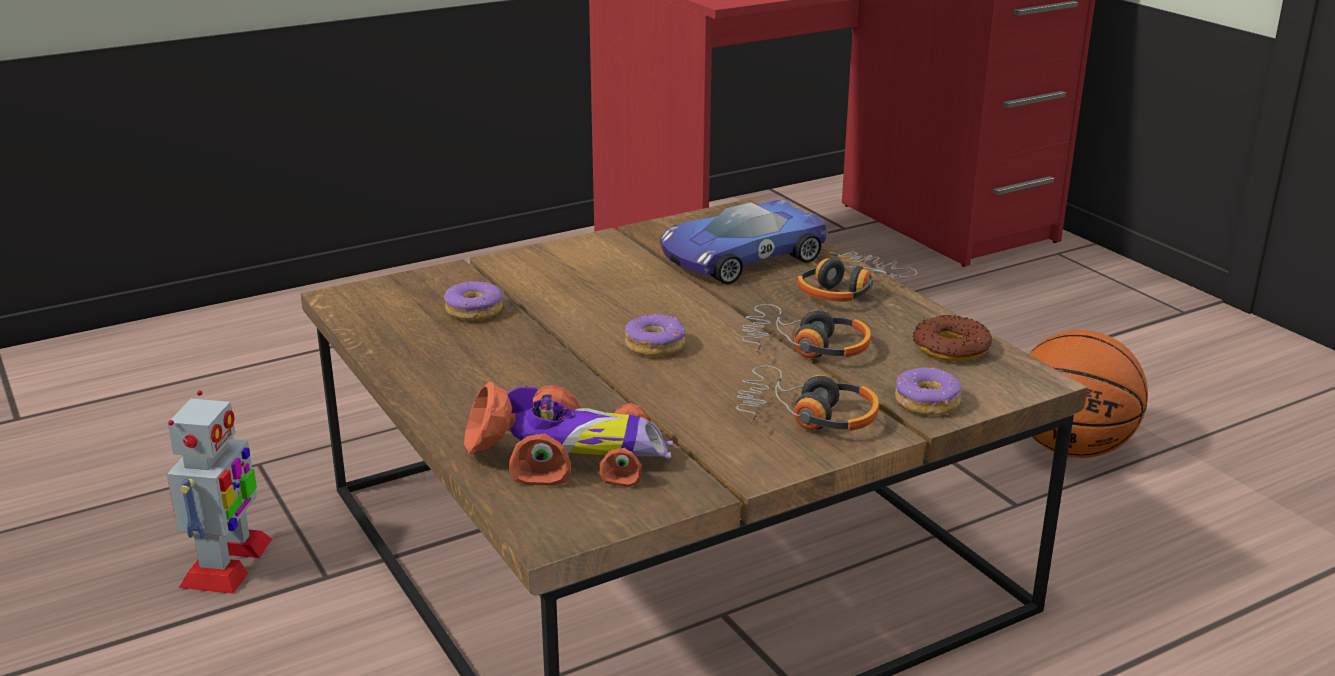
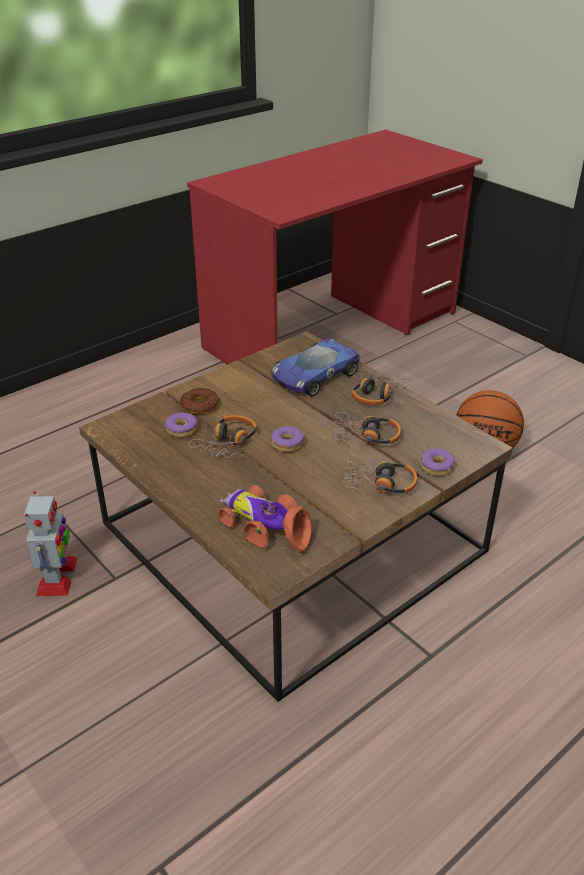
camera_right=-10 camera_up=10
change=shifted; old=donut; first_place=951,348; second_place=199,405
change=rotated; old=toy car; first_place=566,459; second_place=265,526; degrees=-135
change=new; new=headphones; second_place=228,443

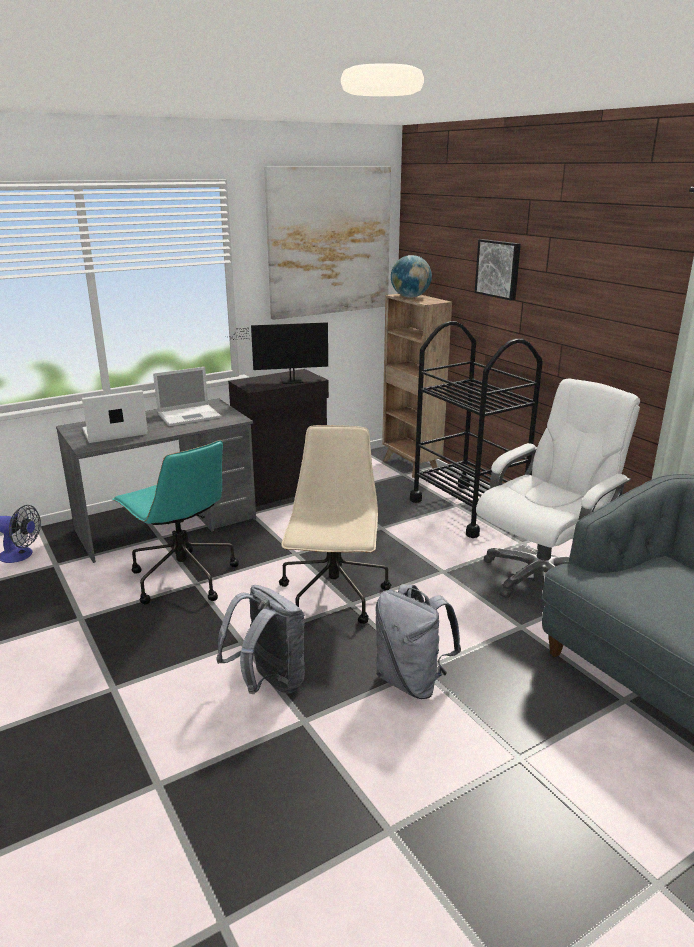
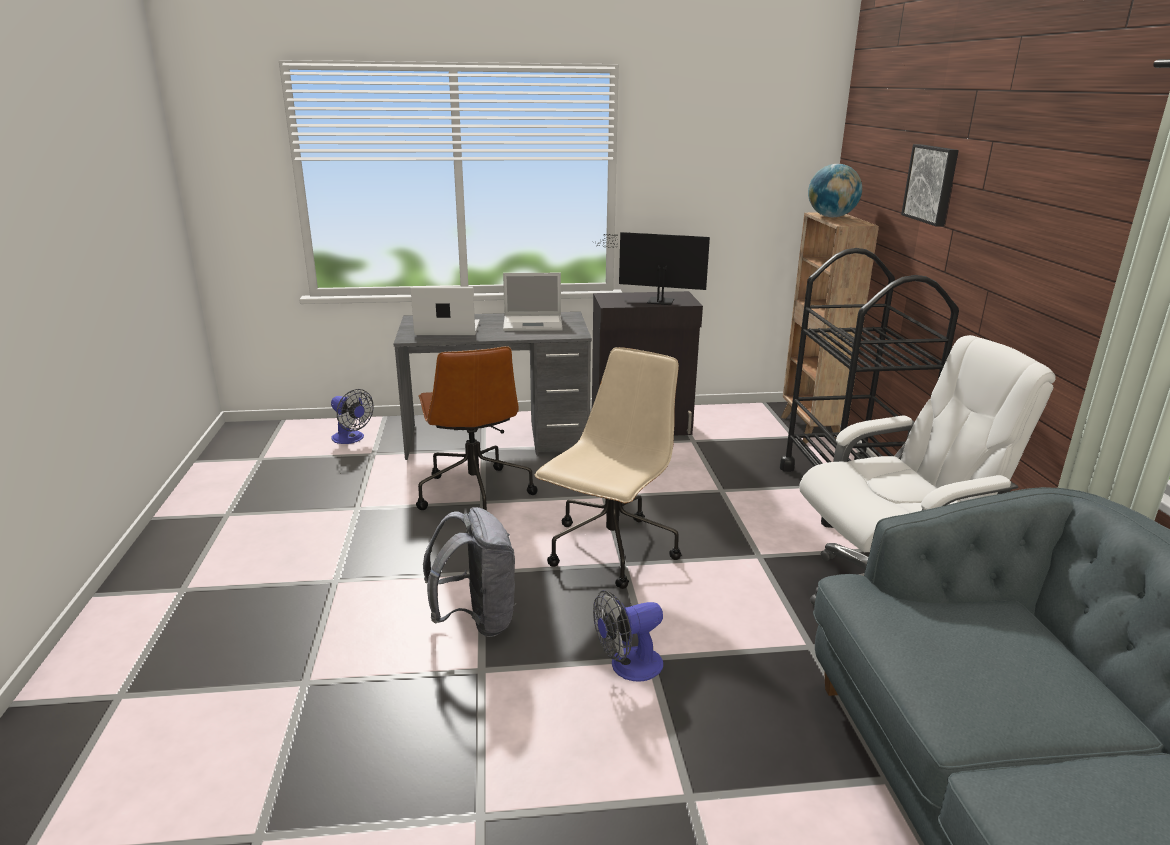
camera_right=25 camera_up=0
change=gone; old=picture; first_place=329,242
change=repainted; old=office chair (turquoise); new=office chair (brown); first_place=182,577; second_place=474,493
change=swapped; old=backpack (grey); new=fan; first_place=412,681; second_place=628,666

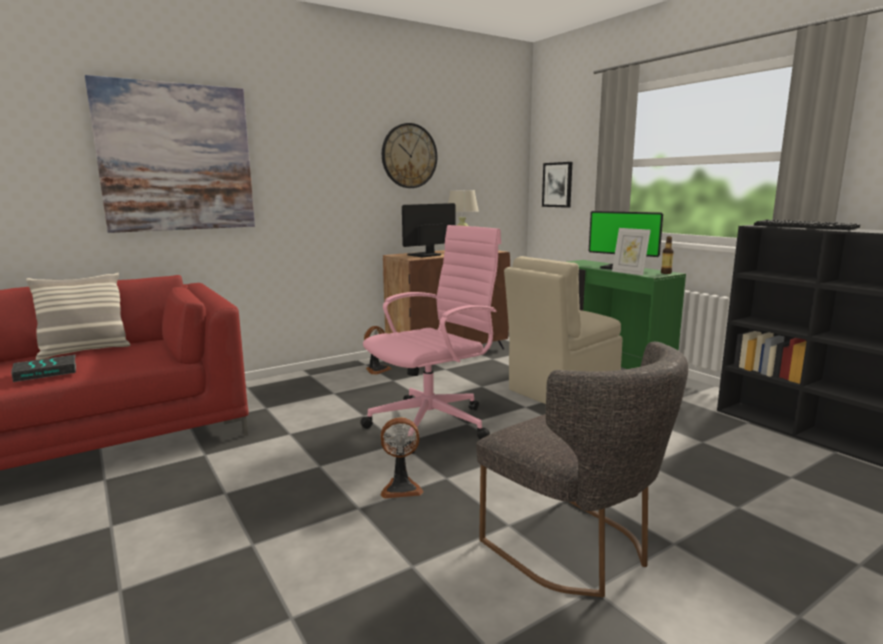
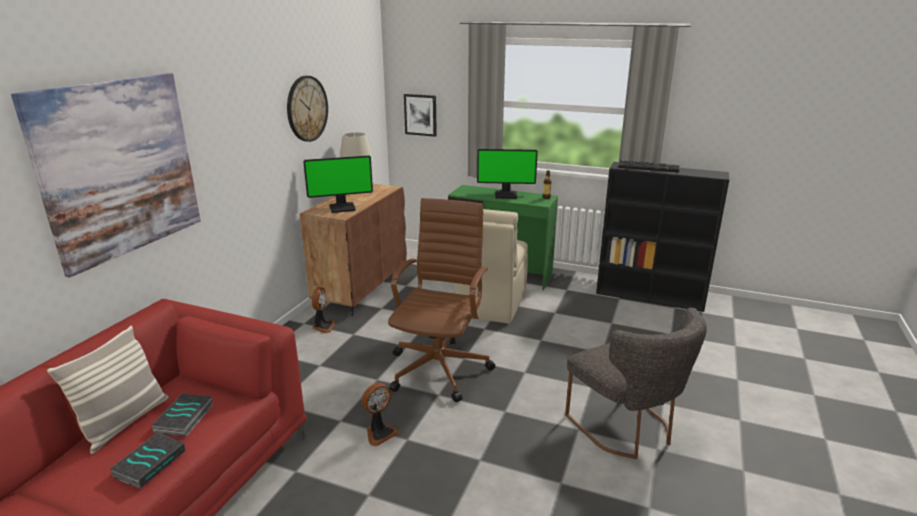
camera_right=-35 camera_up=10
change=rotated; old=monitor; first_place=424,255; second_place=342,207; degrees=-120
change=repainted; old=office chair (pink); new=office chair (brown); first_place=433,424; second_place=440,368
change=gone; old=picture frame; first_place=629,273
change=rotated; old=chair (grey); first_place=576,550; second_place=627,429; degrees=45
change=shifted; old=fan; first_place=401,488; second_place=379,433
change=new; new=book; second_place=185,419

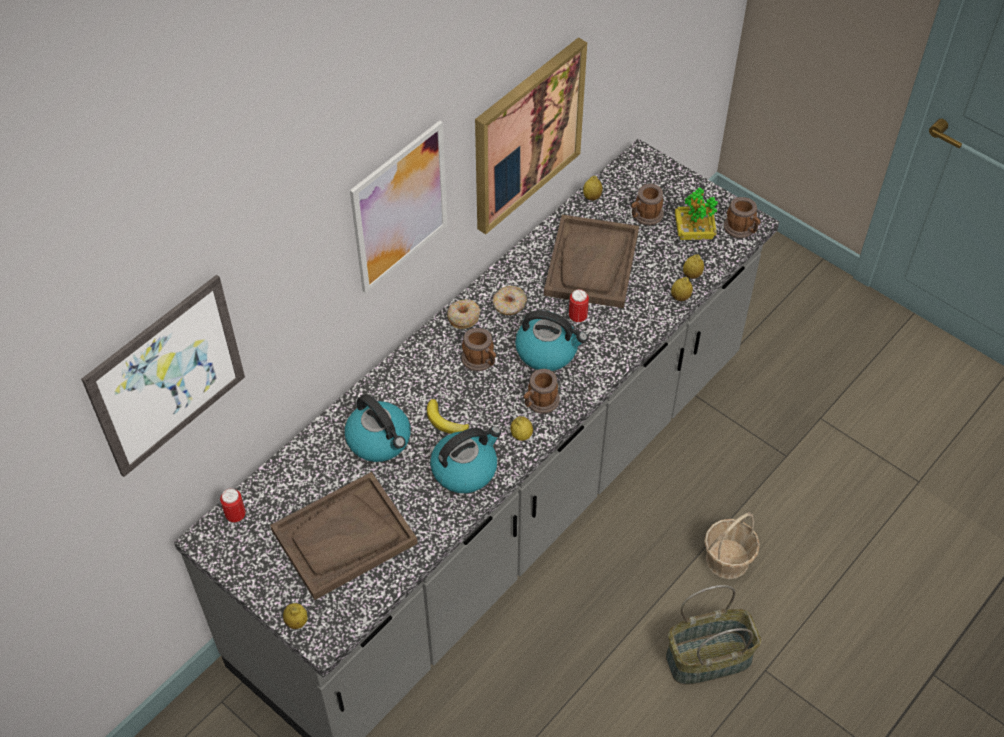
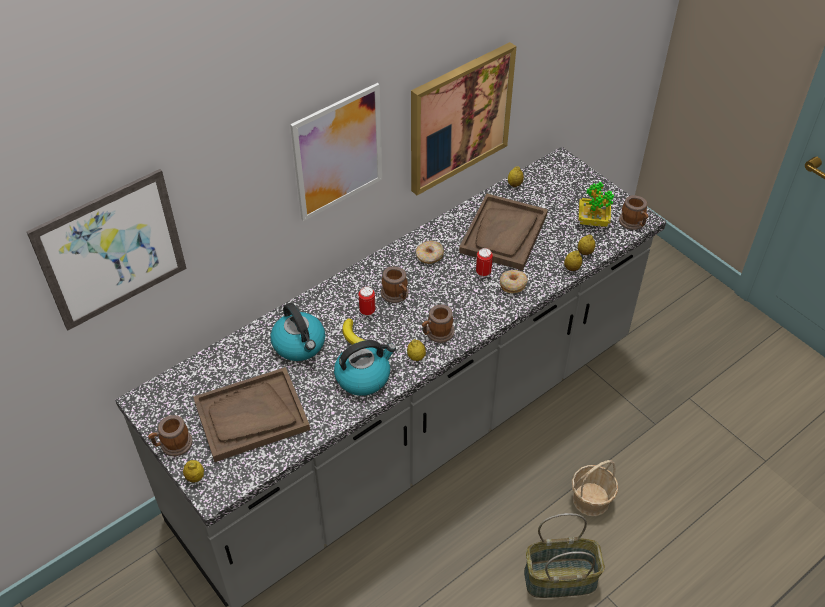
camera_right=10 camera_up=-5
change=shifted; old=mug; first_place=645,216; second_place=173,445
change=shifted; old=donut; first_place=463,317; second_place=512,284
change=gone; old=kettle; first_place=548,351
change=shifted; old=can; first_place=236,515; second_place=367,311

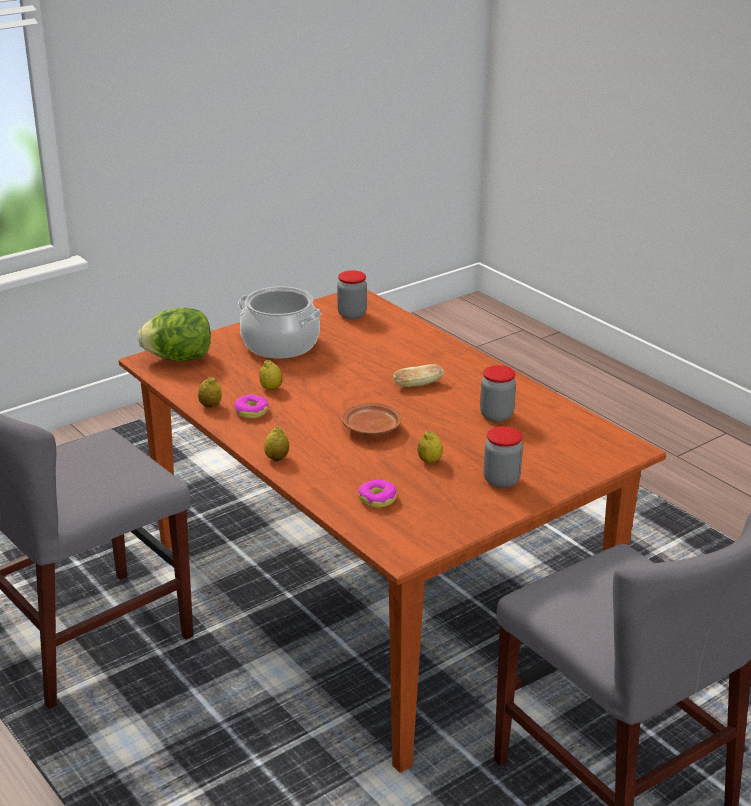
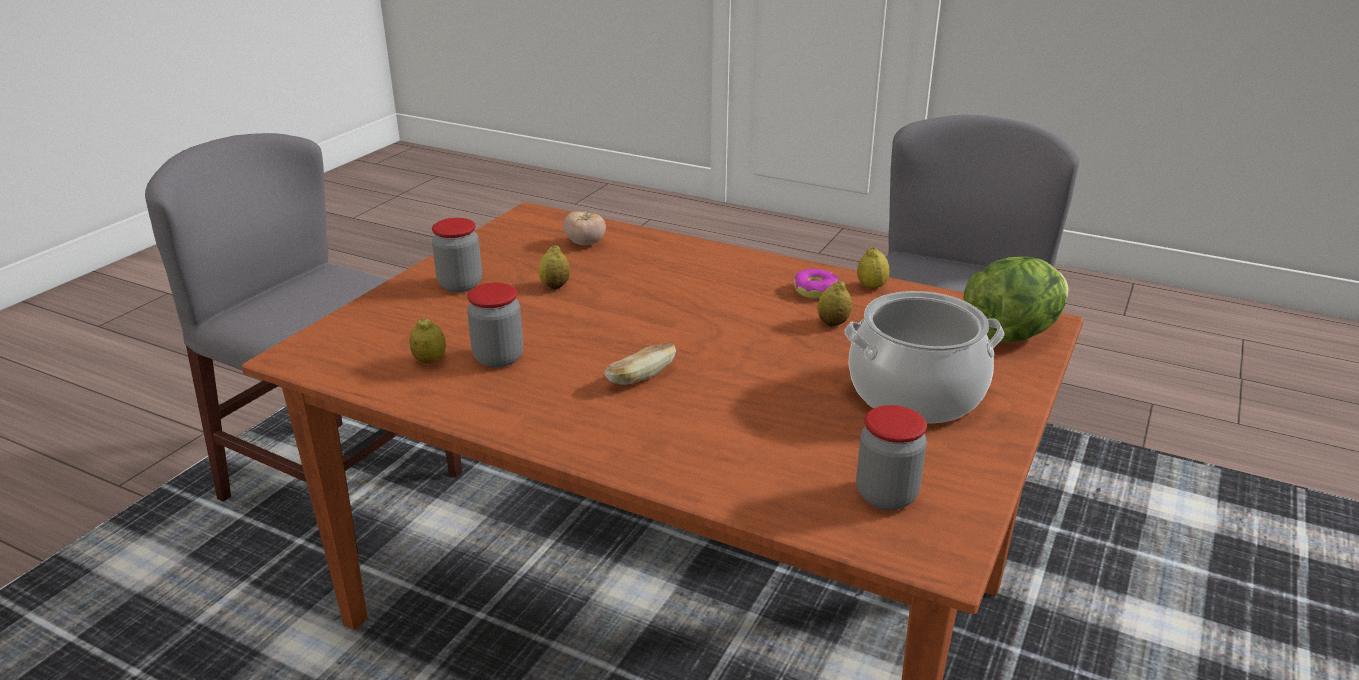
camera_right=155 camera_up=0
change=gone; old=plate (brown); first_place=371,429
change=shifted; old=lemon; first_place=277,458; second_place=430,360
change=swapped; old=donut; new=tomato; first_place=377,499; second_place=585,243

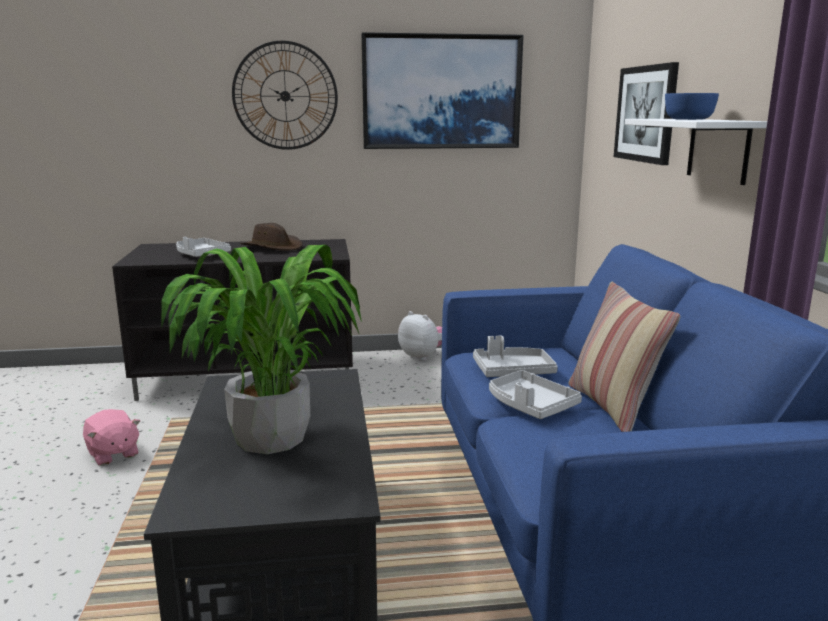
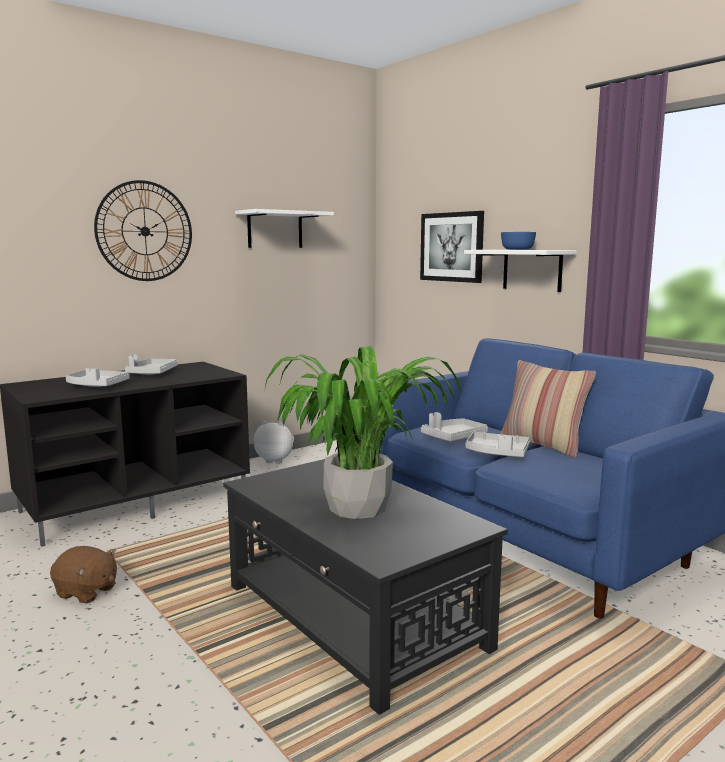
camera_right=-30 camera_up=-5
change=swapped; old=picture; new=shelf (white); first_place=441,92; second_place=275,229
change=swapped; old=hat (brown); new=tray (grey); first_place=272,247; second_place=152,373
change=repainted; old=plush toy (pink); new=plush toy (brown); first_place=113,454; second_place=86,592

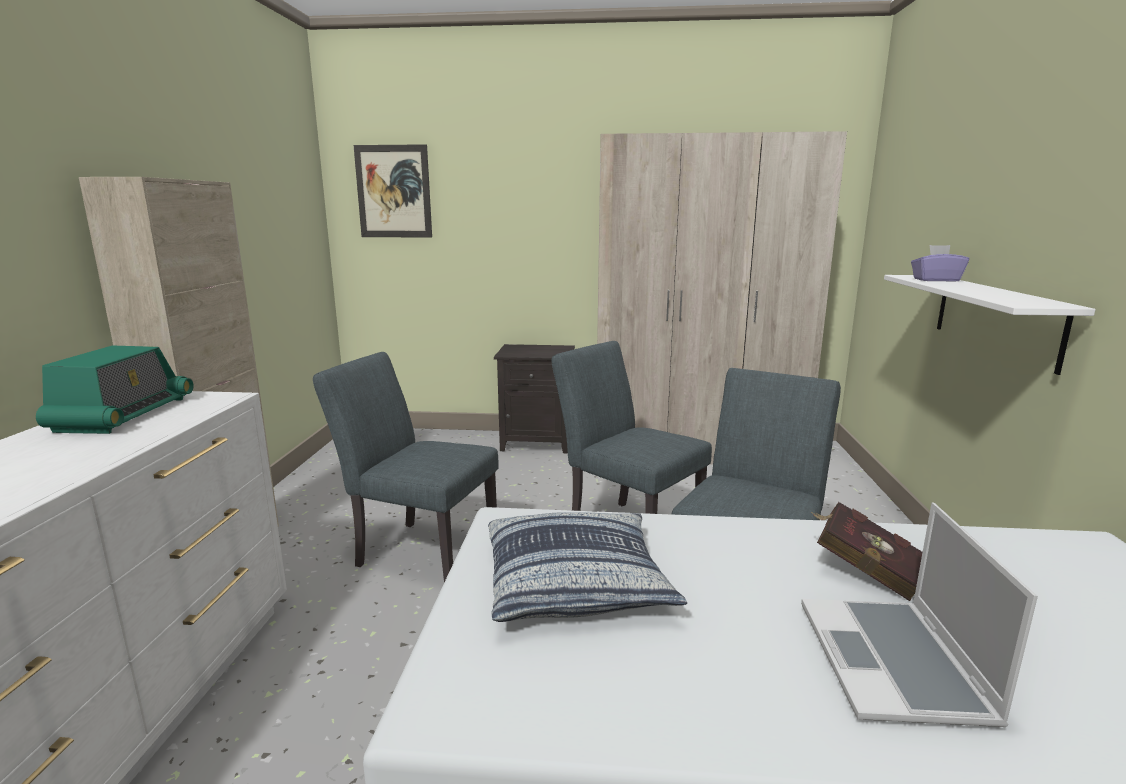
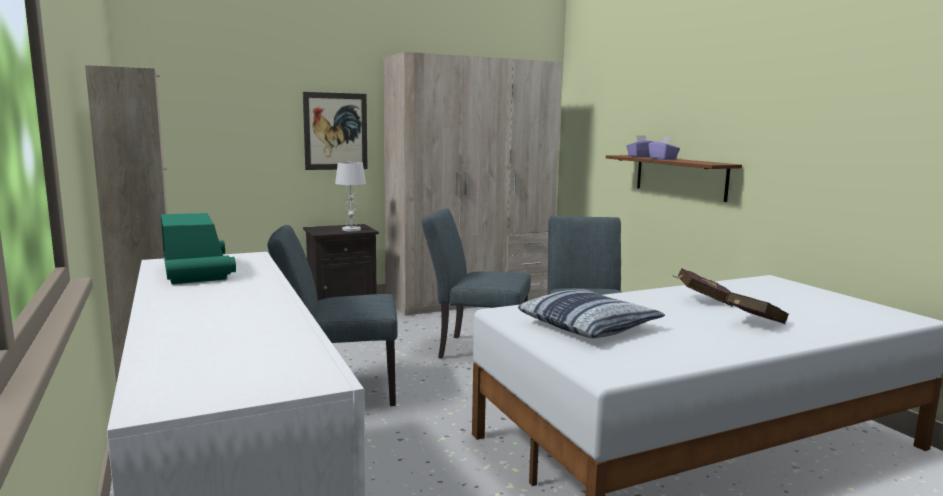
camera_right=-30 camera_up=-5
change=shifted; old=picture; first_place=393,192; second_place=335,131
change=repainted; old=shelf (white); new=shelf (brown); first_place=995,318; second_place=680,177
change=swapped; old=laptop; new=book (red); first_place=895,664; second_place=753,324
change=new; new=tissue box (purple); second_place=663,159
change=new; new=table lamp (white); second_place=351,229

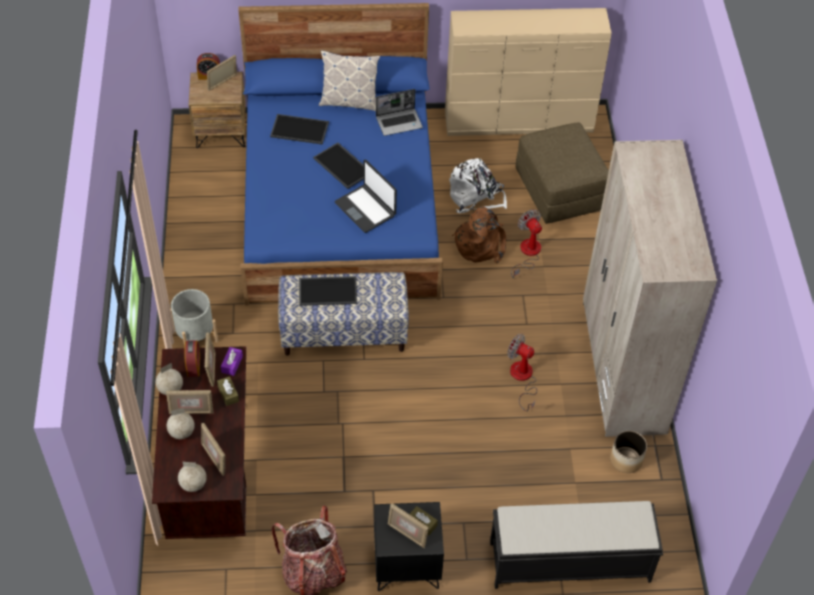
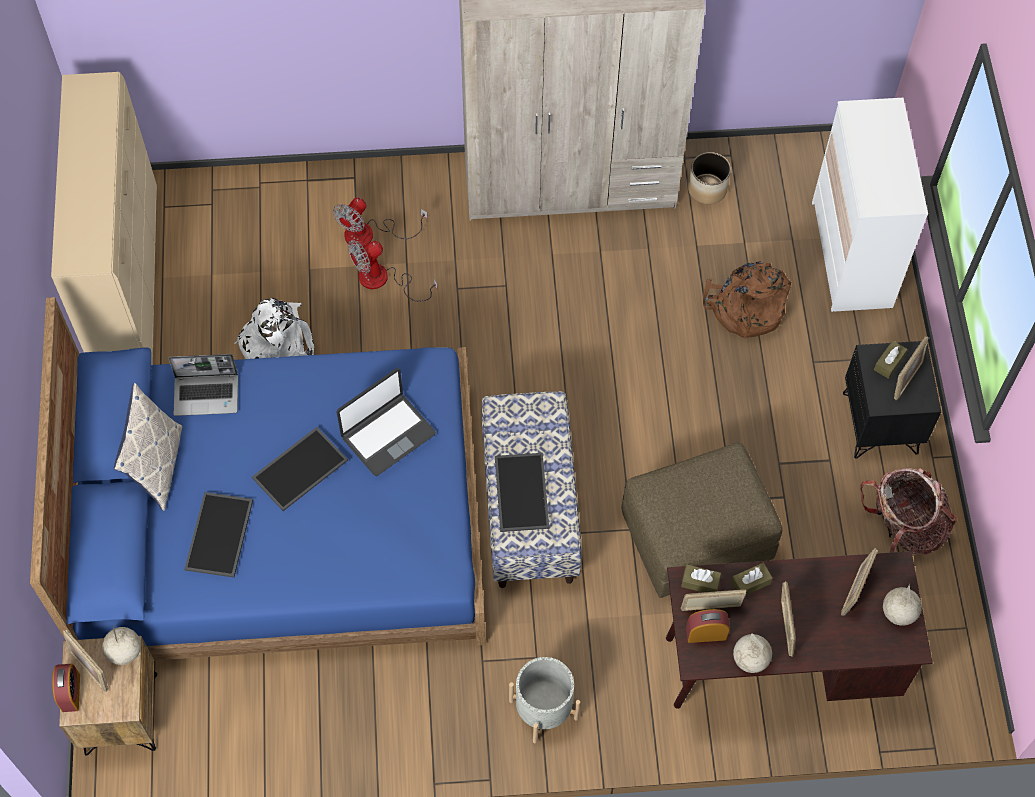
camera_right=-90 camera_up=10
change=rotated; old=laptop; first_place=399,122; second_place=207,394; degrees=105
change=shifted; old=ottoman (brown); first_place=560,190; second_place=697,535
change=shifted; old=backpack (brown); first_place=480,244; second_place=745,309
change=shifted; old=fan; first_place=522,378; second_place=370,234
change=repainted; old=tissue box (purple); new=tissue box (brown); first_place=232,364; second_place=700,582
change=shifted; old=globe; first_place=181,432; second_place=124,652
change=rotated; old=picture frame; first_place=214,458; second_place=855,591; degrees=150
change=swapped; old=bench (black); new=dresser (white); first_place=568,561; second_place=851,255

